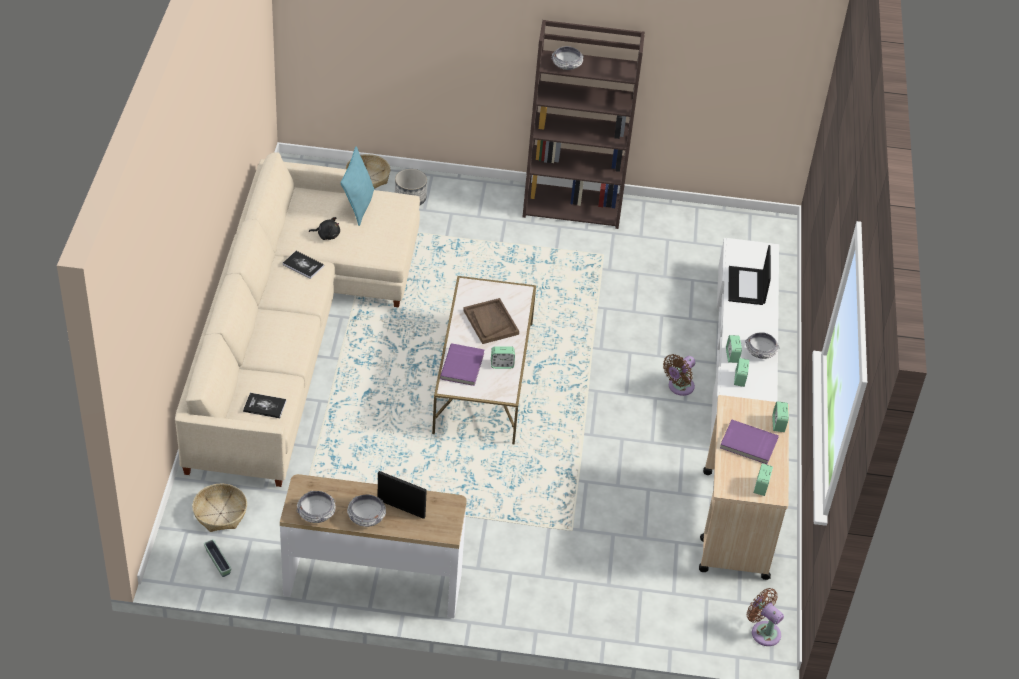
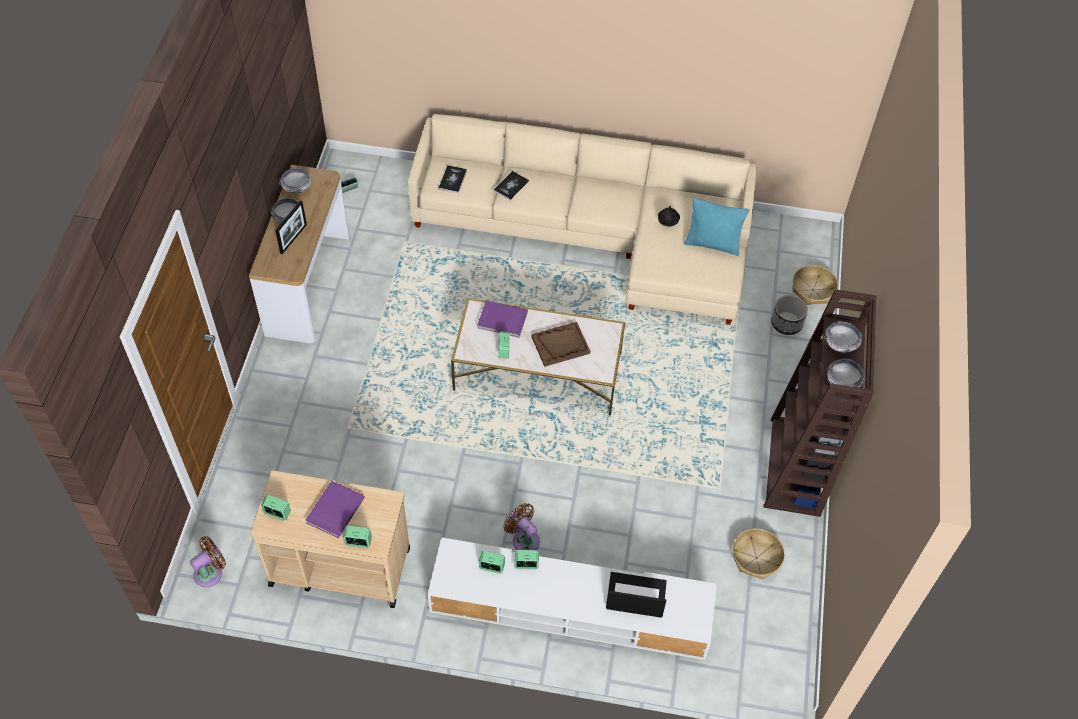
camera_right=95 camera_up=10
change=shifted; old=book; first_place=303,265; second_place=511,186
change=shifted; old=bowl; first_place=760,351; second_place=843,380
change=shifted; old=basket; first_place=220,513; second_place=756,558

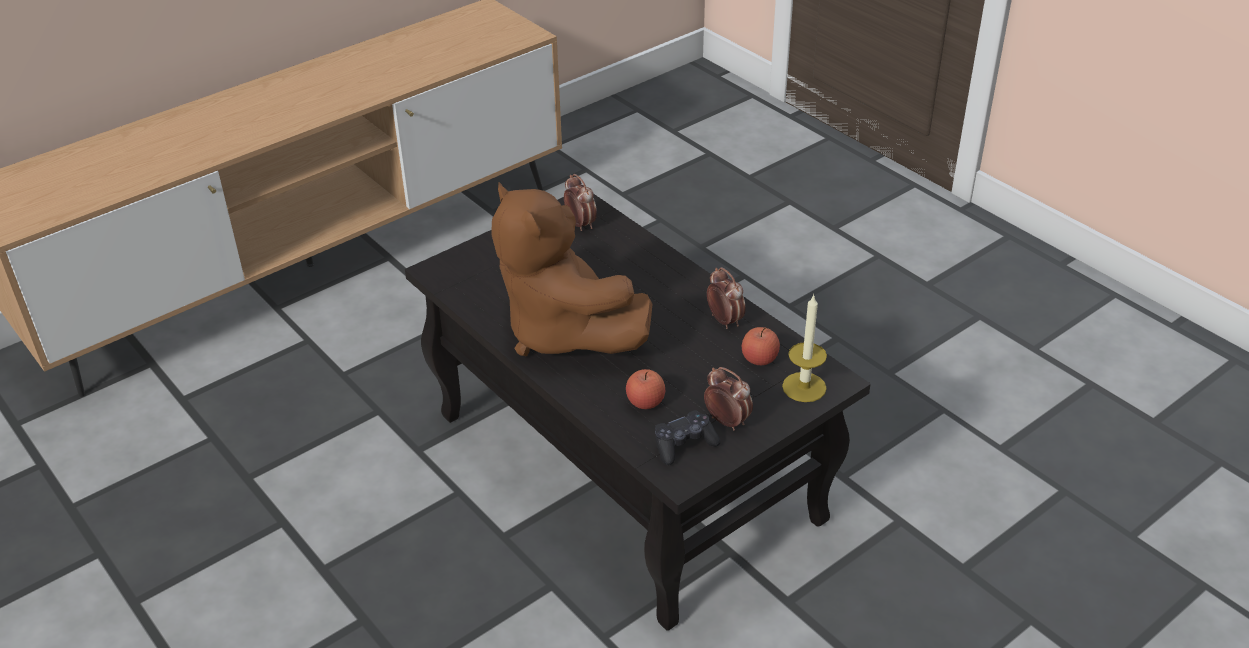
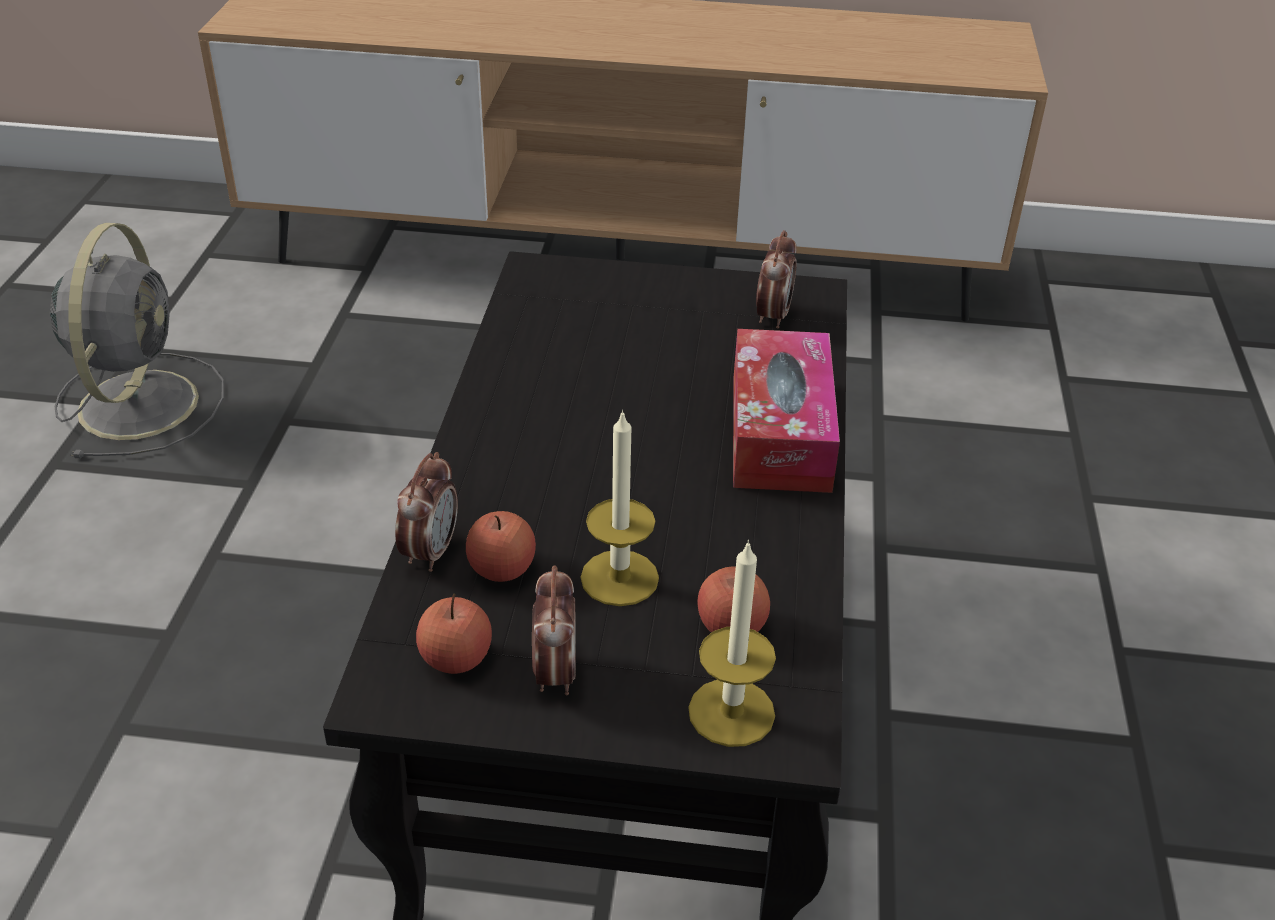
camera_right=45 camera_up=0
change=gone; old=plush toy (brown); first_place=563,332
change=shifted; old=alarm clock; first_place=724,320; second_place=430,551
change=swapped; old=game controller (black); new=apple; first_place=684,445; second_place=456,658
change=new; new=fan (grey); second_place=140,401
change=new; new=tissue box; second_place=780,432
change=new; new=candle; second_place=619,578

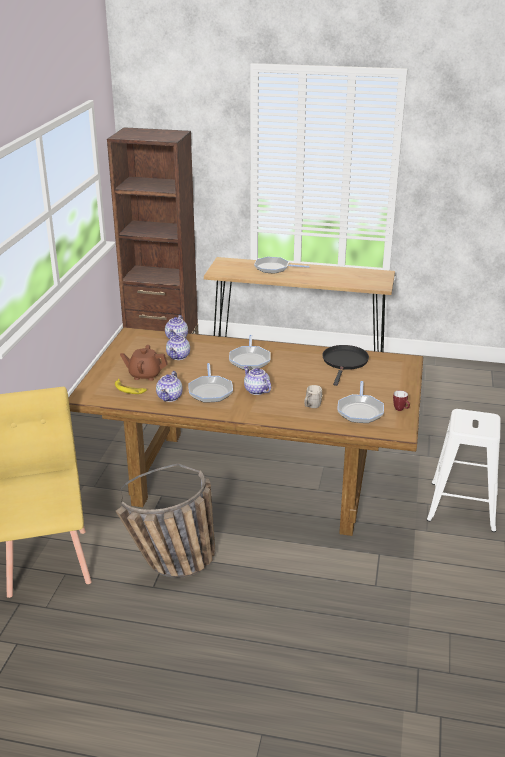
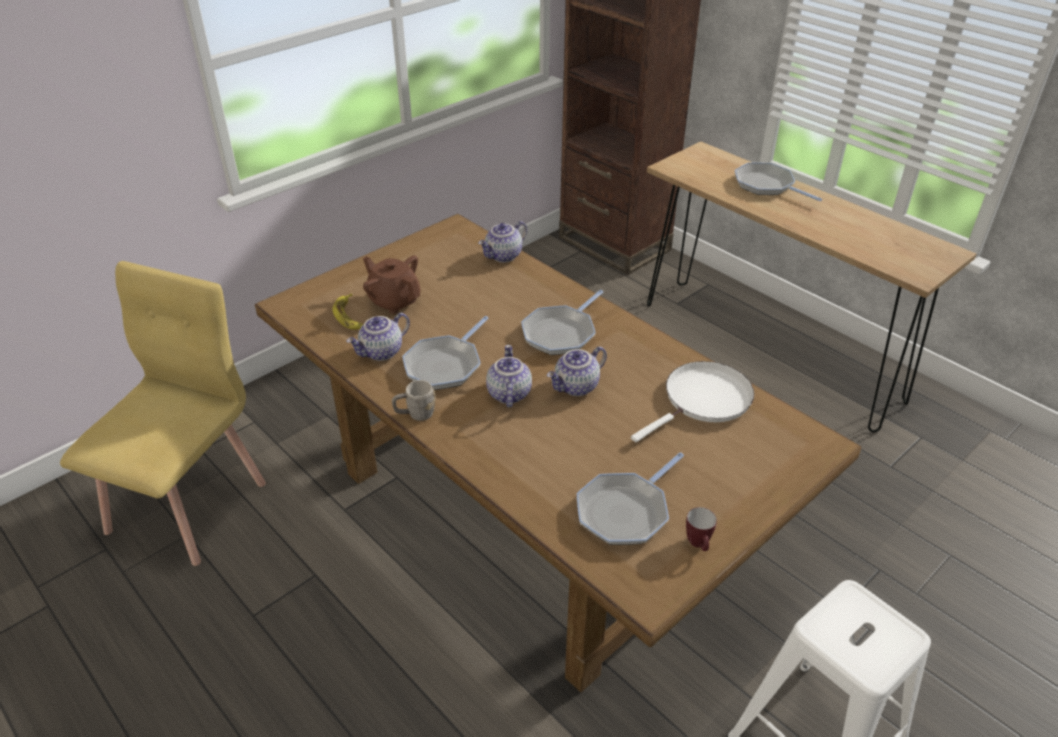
camera_right=35 camera_up=10
change=shifted; old=teapot; first_place=179,356; second_place=577,387
change=repainted; old=frying pan (black); new=frying pan (white); first_place=345,362; second_place=704,400
change=shifted; old=mug (grey); first_place=311,406; second_place=415,414
change=gone; old=basket; first_place=172,567

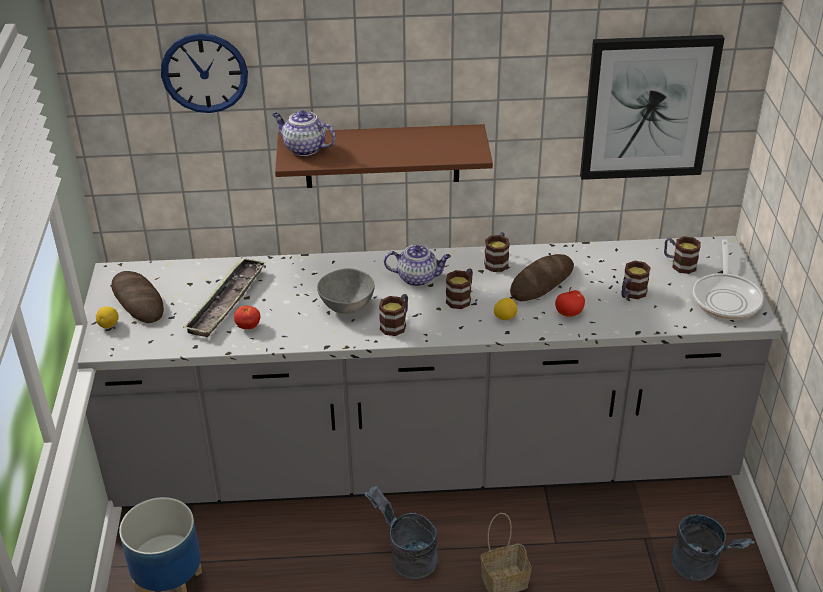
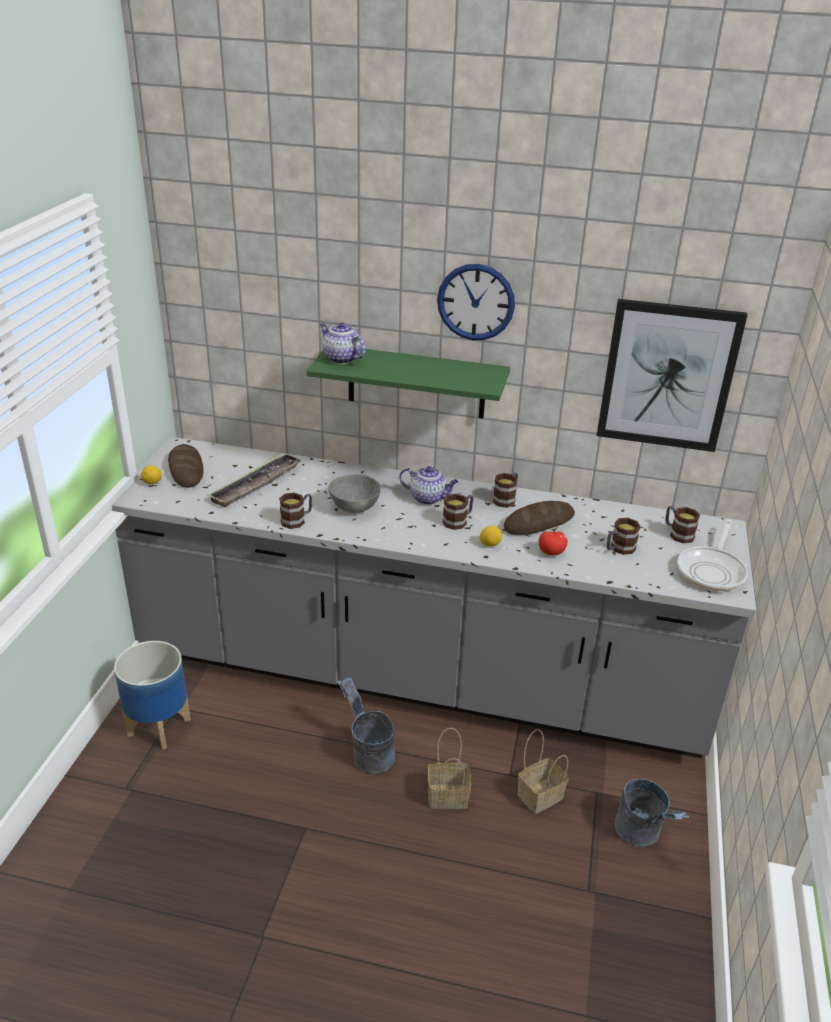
camera_right=15 camera_up=-5
change=shifted; old=wall clock; first_place=204,73; second_place=476,302
change=repainted; old=shelf (brown); new=shelf (green); first_place=382,156; second_place=416,382
change=shifted; old=mug; first_place=396,324; second_place=297,520
change=gone; old=tomato; first_place=248,326
change=new; new=basket; second_place=540,795

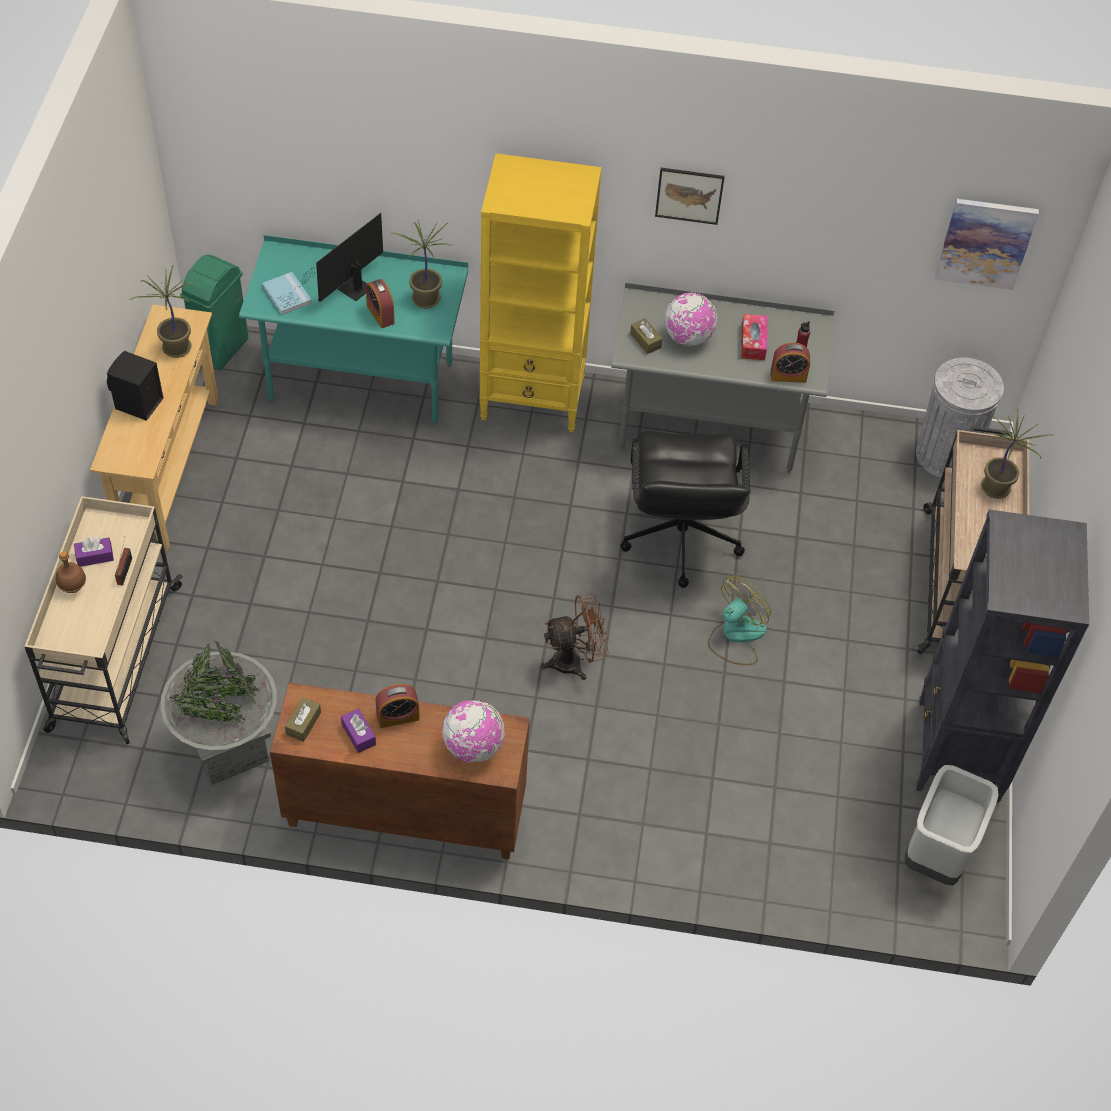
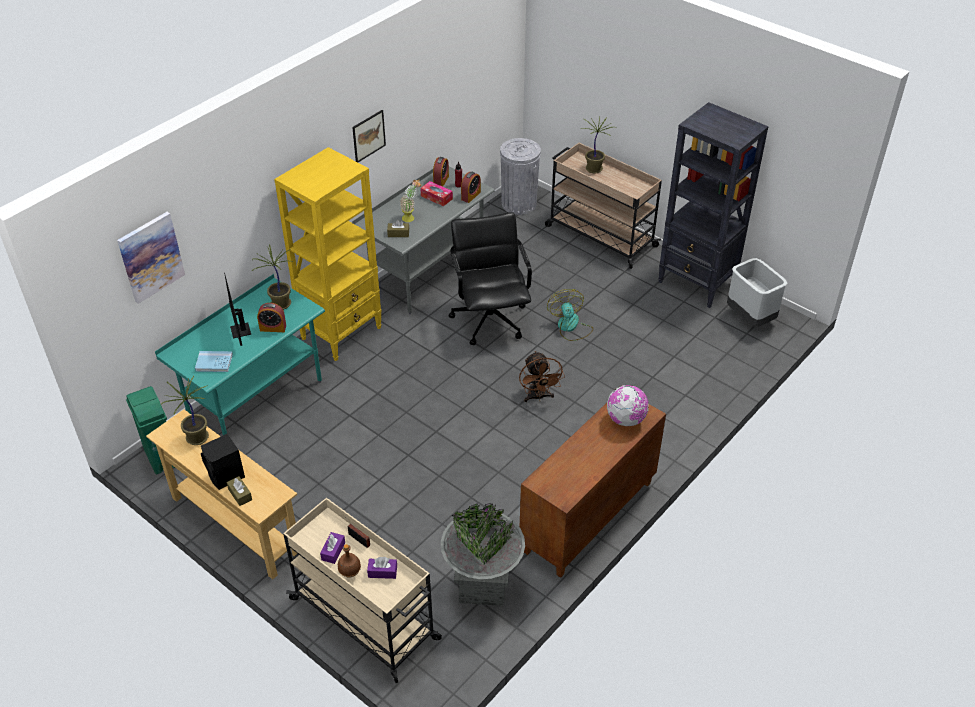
camera_right=-55 camera_up=-10
change=shifted; old=picture; first_place=985,242; second_place=151,257
change=swapped; old=globe; new=potted plant; first_place=688,337; second_place=411,218
change=rotated; old=office chair (black); first_place=679,538; second_place=490,319; degrees=-135
change=rotated; old=fan (brown); first_place=575,661; second_place=538,397; degrees=150
change=shifted; old=alarm clock; first_place=398,716; second_place=441,181
change=shifted; old=tissue box (brown); first_place=303,723; second_place=240,494
change=shifted; old=tissue box (purple); first_place=358,734; second_place=382,572

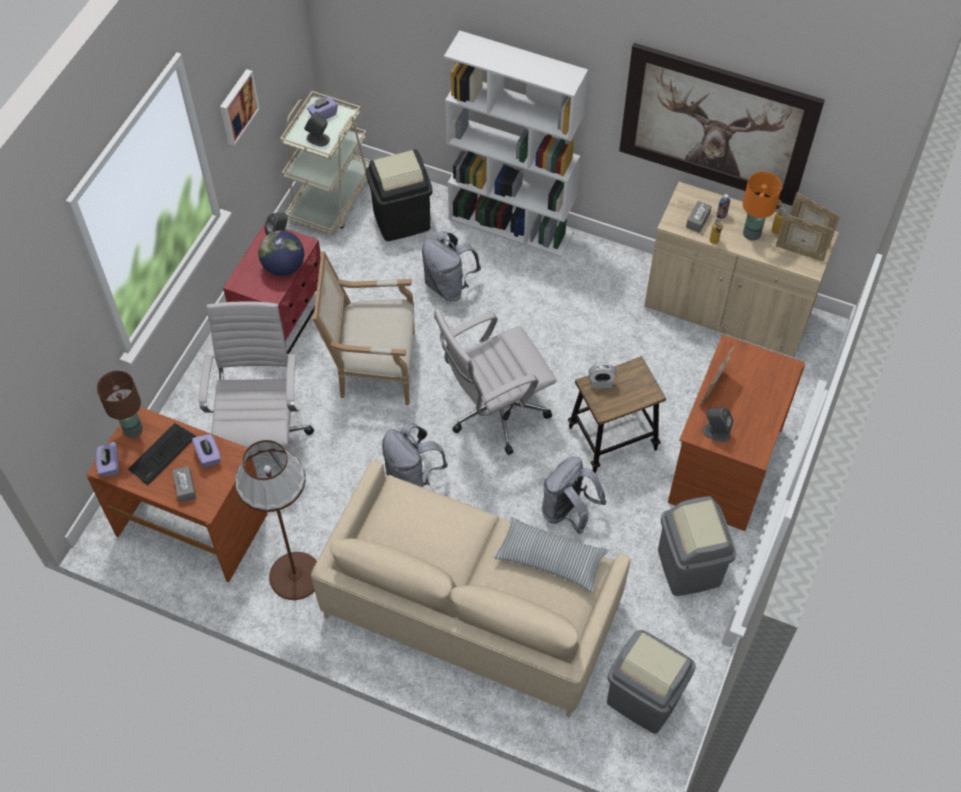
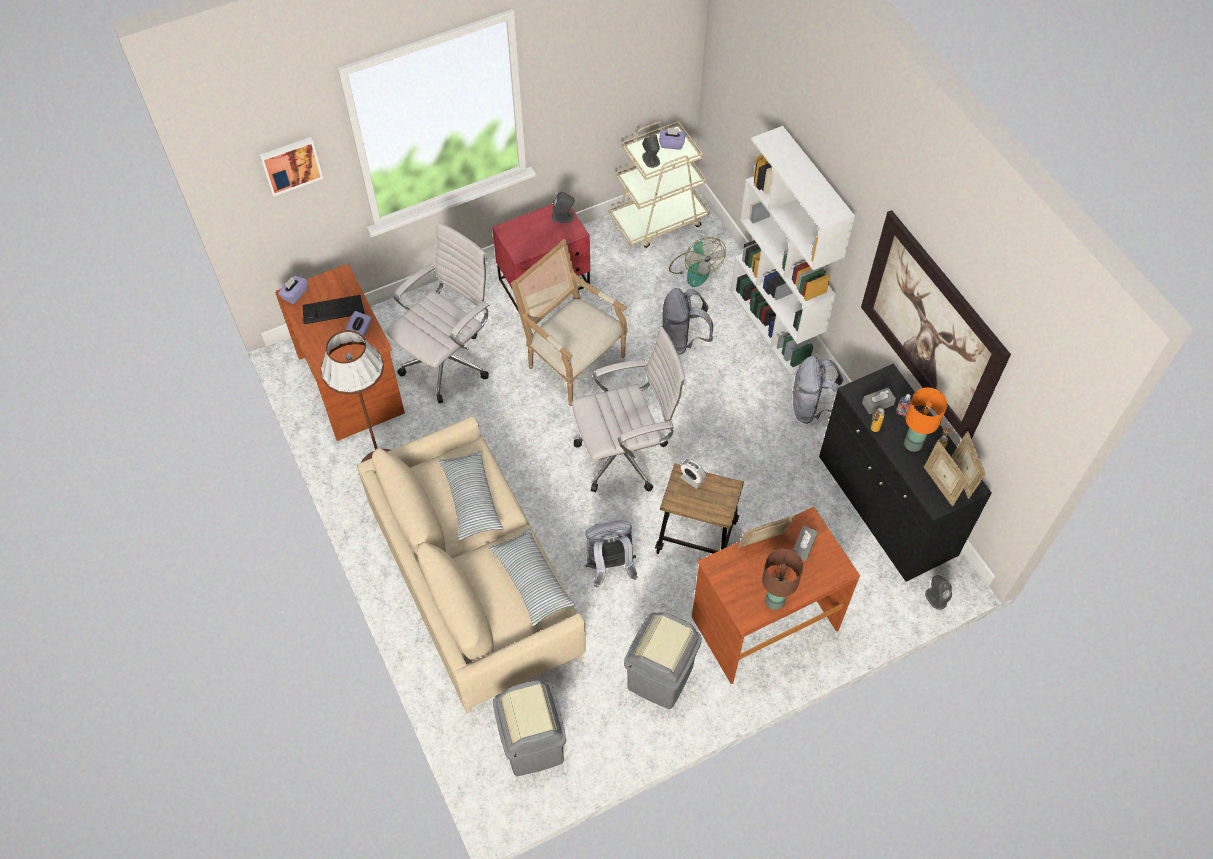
camera_right=40 camera_up=0
change=shifted; old=picture; first_place=237,106; second_place=290,164
change=swapped; old=trash can (black); new=fan; first_place=401,220; second_place=695,269
change=repainted; old=cabinet (beige); new=cabinet (black); first_place=727,310; second_place=886,506
change=gone; old=globe; first_place=284,267
change=rotated; old=office chair (white); first_place=494,413; second_place=626,456; degrees=150
change=shifted; old=table lamp (brown); first_place=132,430; second_place=774,601
change=shifted; old=speaker (grey); first_place=716,432; second_place=935,598
change=shifted; old=backpack (grey); first_place=412,477; second_place=812,409
change=shifted; old=tissue box (grey); first_place=185,487; second_place=803,546
change=new; new=pillow; second_place=471,499

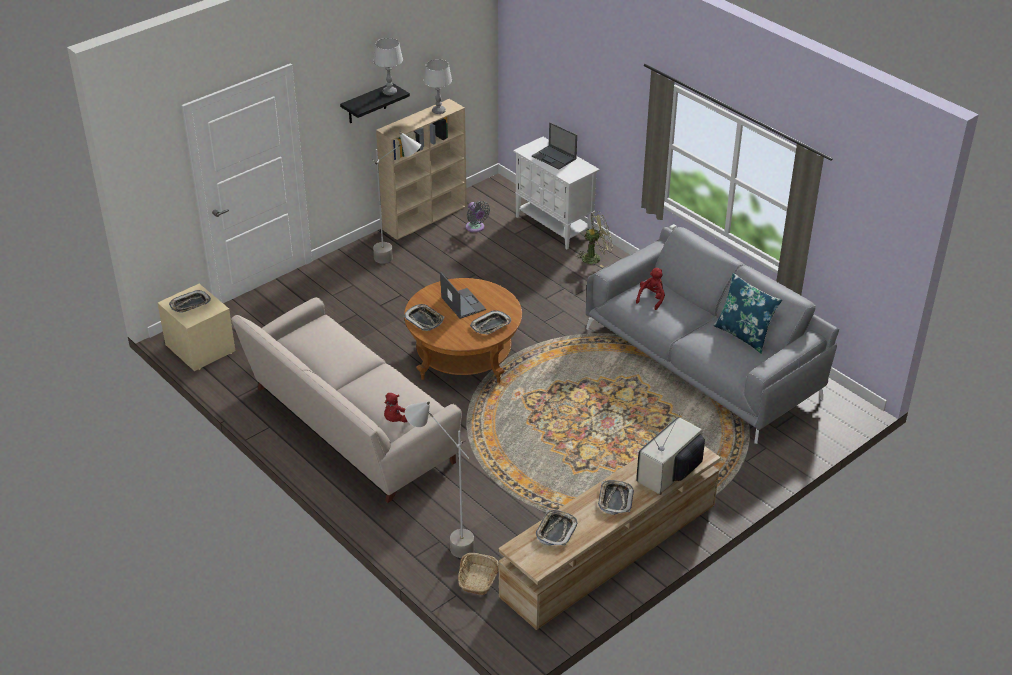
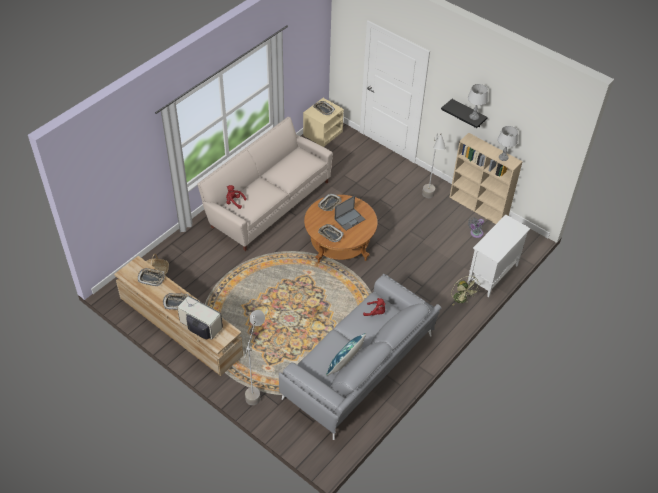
camera_right=80 camera_up=10
change=gone; old=laptop; first_place=554,157
change=shifted; old=floor lamp (grey); first_place=443,543; second_place=256,388

